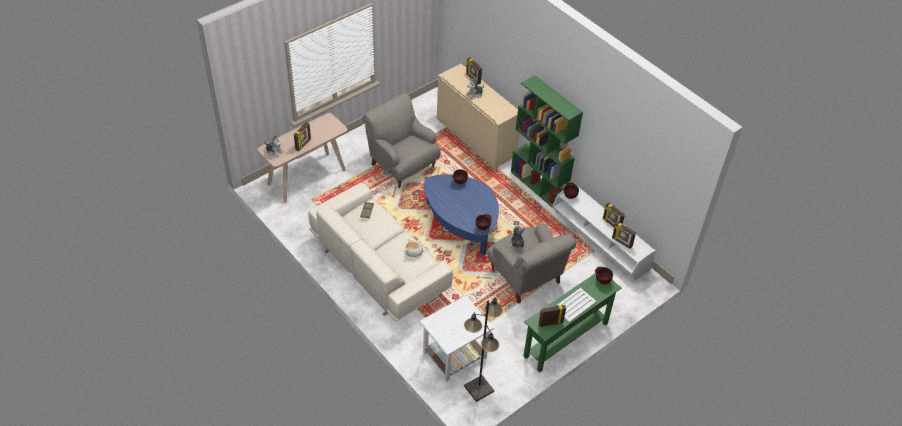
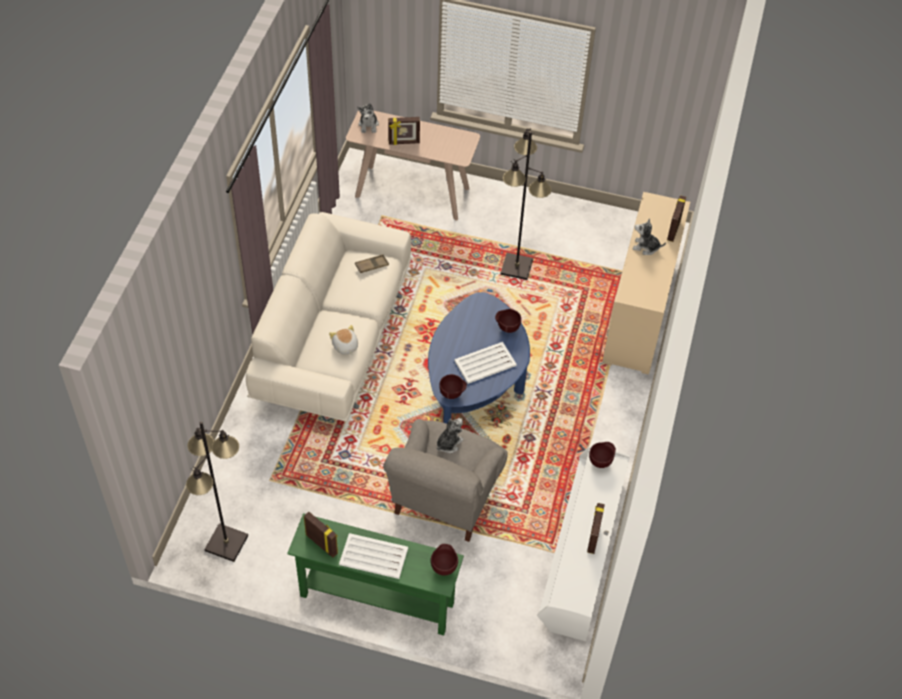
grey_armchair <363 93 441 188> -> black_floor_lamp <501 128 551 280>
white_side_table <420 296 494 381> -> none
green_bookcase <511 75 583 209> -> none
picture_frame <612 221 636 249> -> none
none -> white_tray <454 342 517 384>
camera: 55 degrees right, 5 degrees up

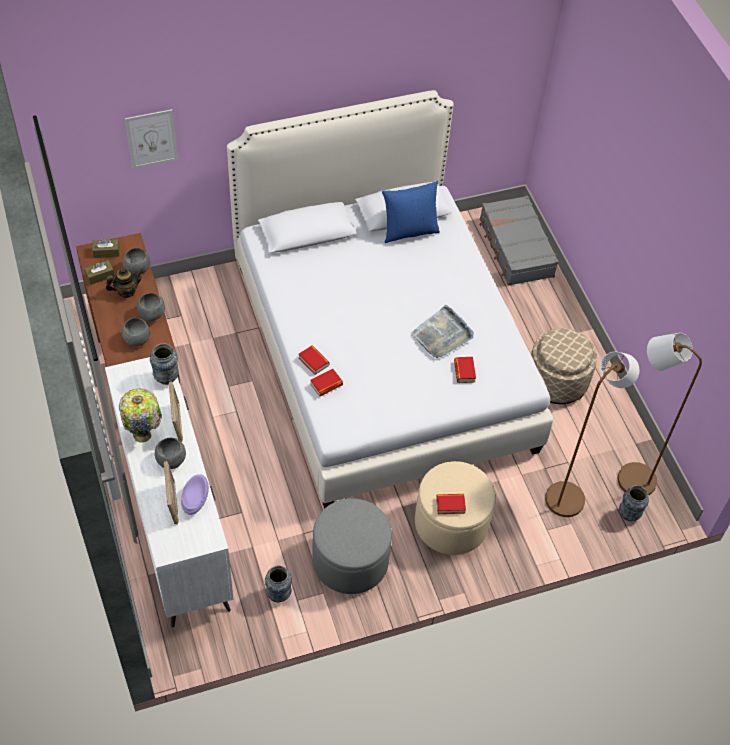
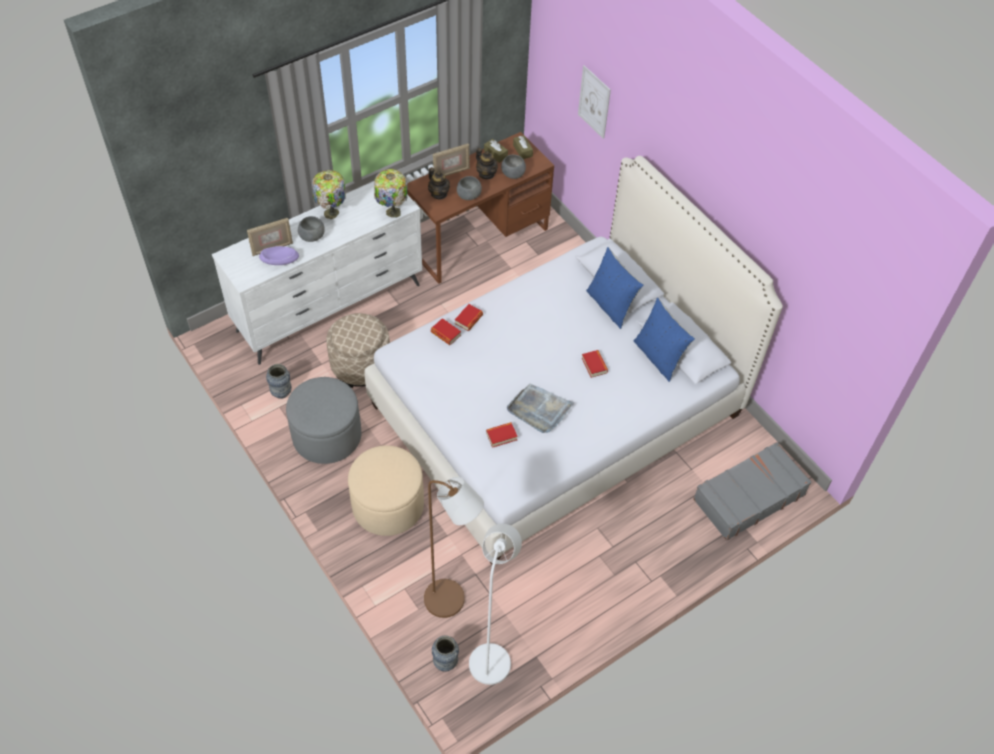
grey_bowl <121 318 150 346> -> teapot <428 167 450 199>
vase <150 343 179 385> -> table_lamp <374 169 407 218>
picture_frame <169 381 183 442> -> picture_frame <433 144 470 176>, move
book <436 494 466 514> -> book <582 350 608 378>, move
beige_ottoman <531 328 597 404> -> beige_ottoman <326 313 390 388>, move
brown_floor_lamp <618 333 702 495> -> white_floor_lamp <469 524 522 685>
none -> blue_pillow <586 247 644 329>
camera: 75 degrees right, 0 degrees up

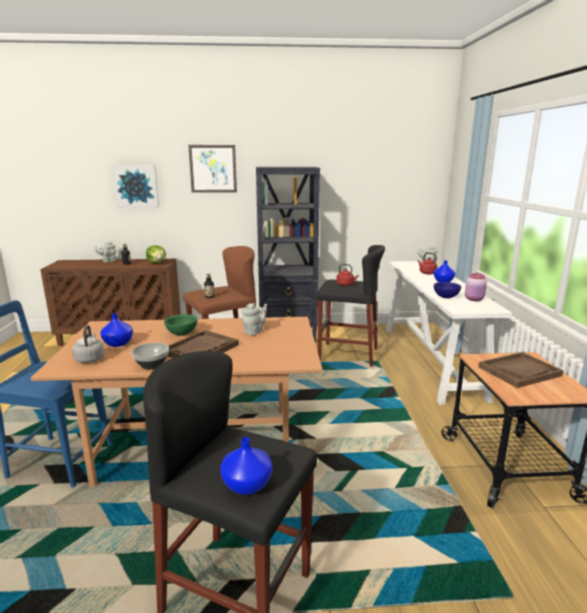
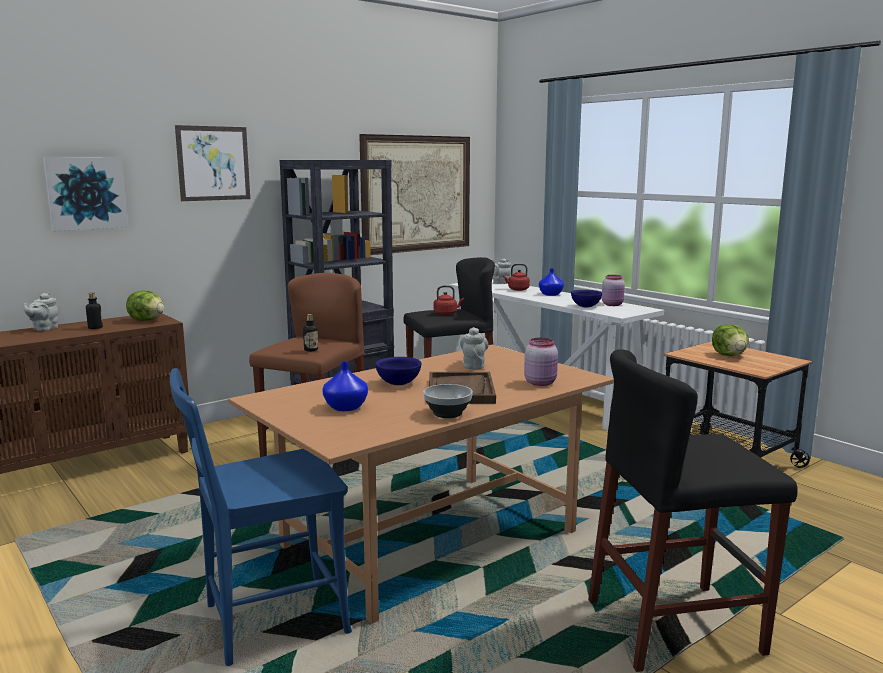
grey_kettle <72 325 104 363> -> none
green_bowl <164 314 198 336> -> blue_bowl <375 357 421 385>
blue_vase <220 437 272 495> -> none
brown_tray <478 352 564 388> -> lettuce <712 324 749 356>
none -> picture <359 134 470 255>
none -> pink_jar <524 338 558 386>
camera: 35 degrees left, 5 degrees down

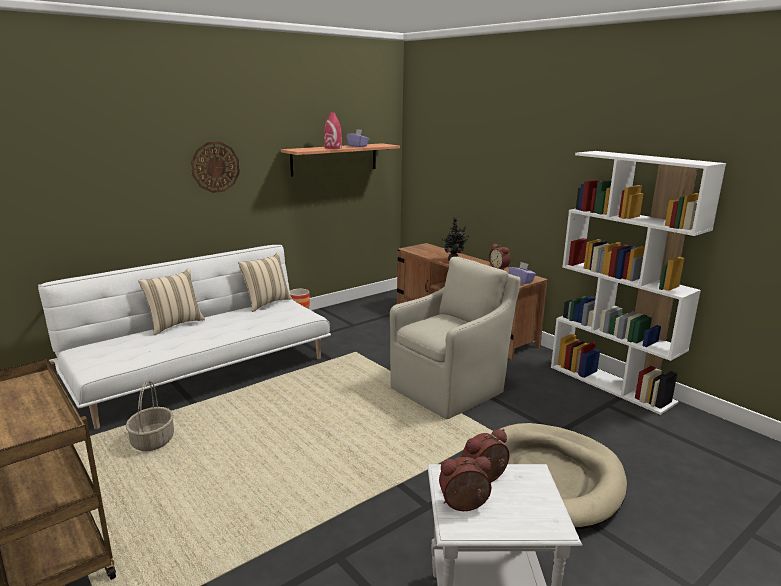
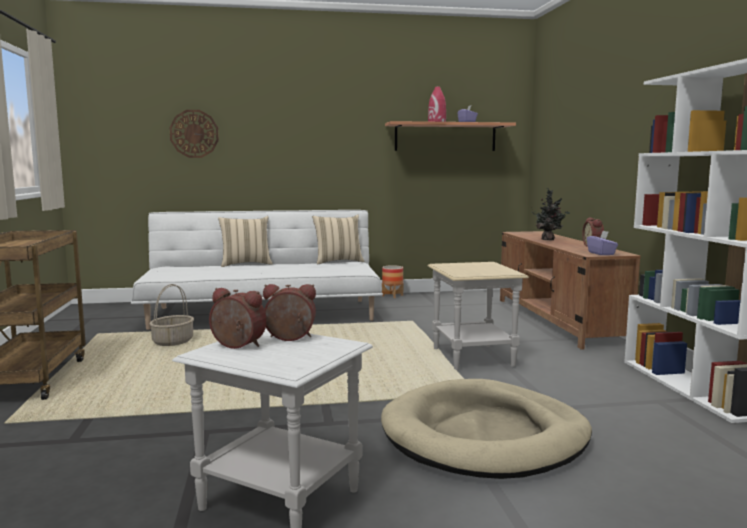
wall_clock <191 142 240 193> -> wall_clock <169 110 219 158>, move
beige_armchair <390 257 521 419> -> beige_side_table <428 262 529 370>
camera: 30 degrees right, 10 degrees down

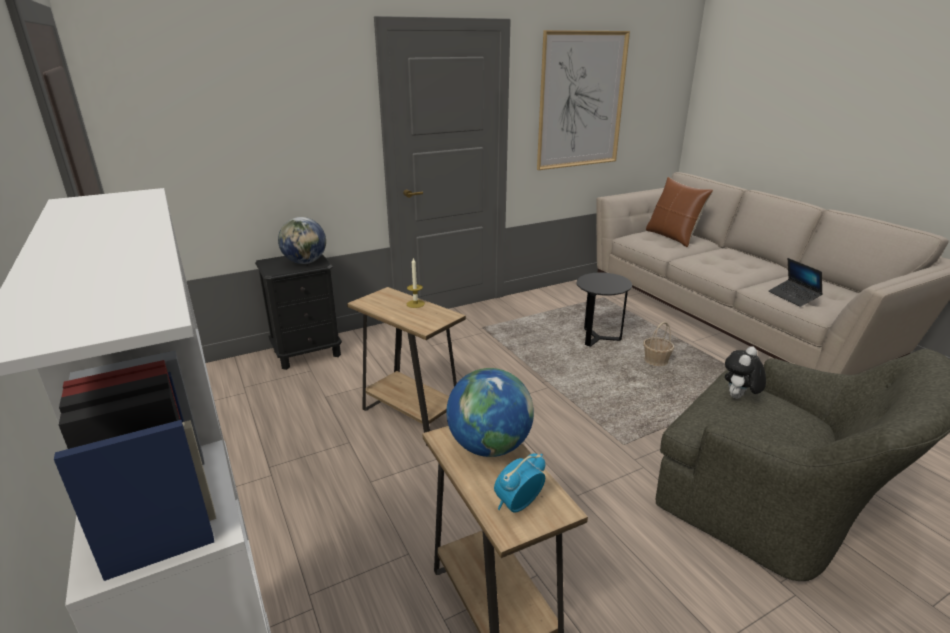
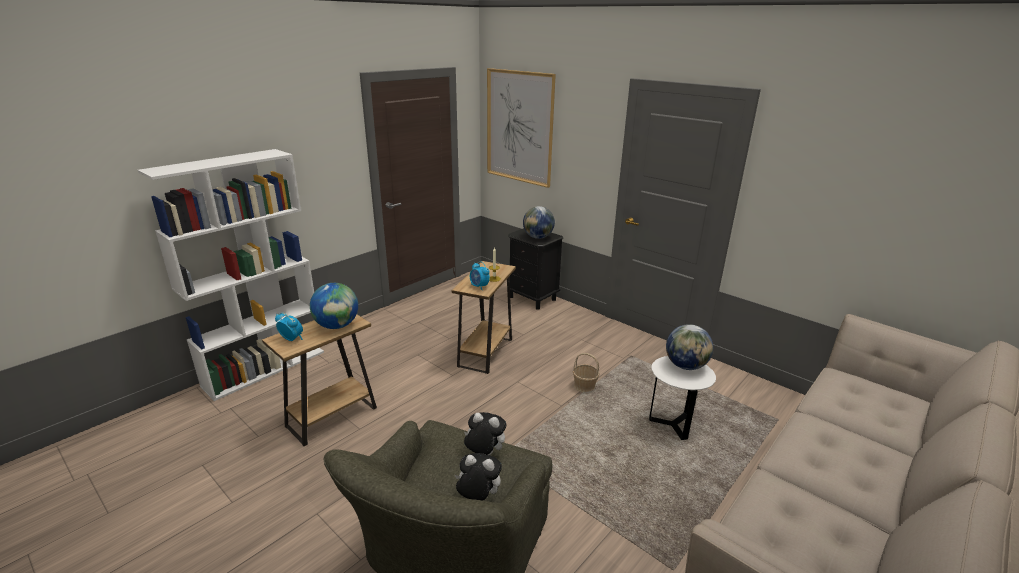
picture <537 30 630 170> -> picture <487 68 556 188>, move
black_side_table <576 273 632 347> -> white_side_table <649 356 716 440>
basket <643 322 674 366> -> basket <573 353 600 392>, move
brown_pillow <646 177 713 247> -> none
laptop <769 258 823 307> -> none
none -> plush_toy <455 453 502 501>
none -> alarm_clock <470 261 490 290>
none -> globe <666 324 713 370>
camera: 70 degrees right, 0 degrees up

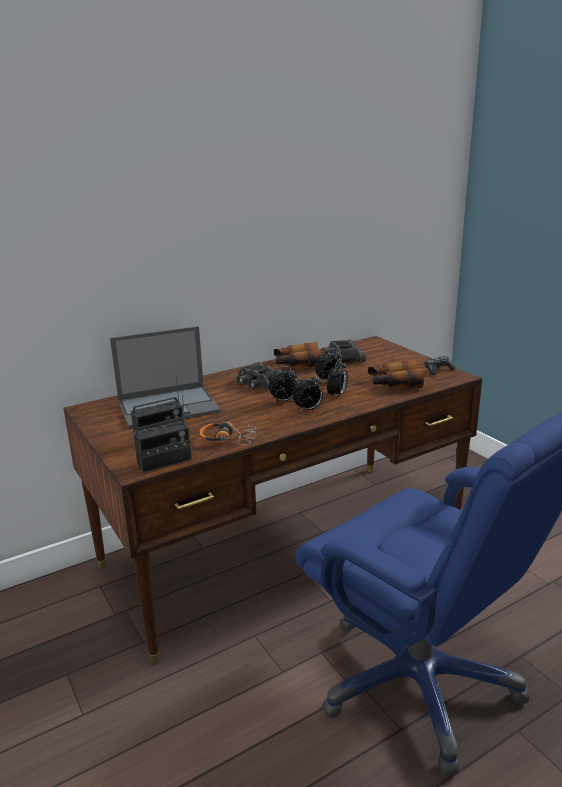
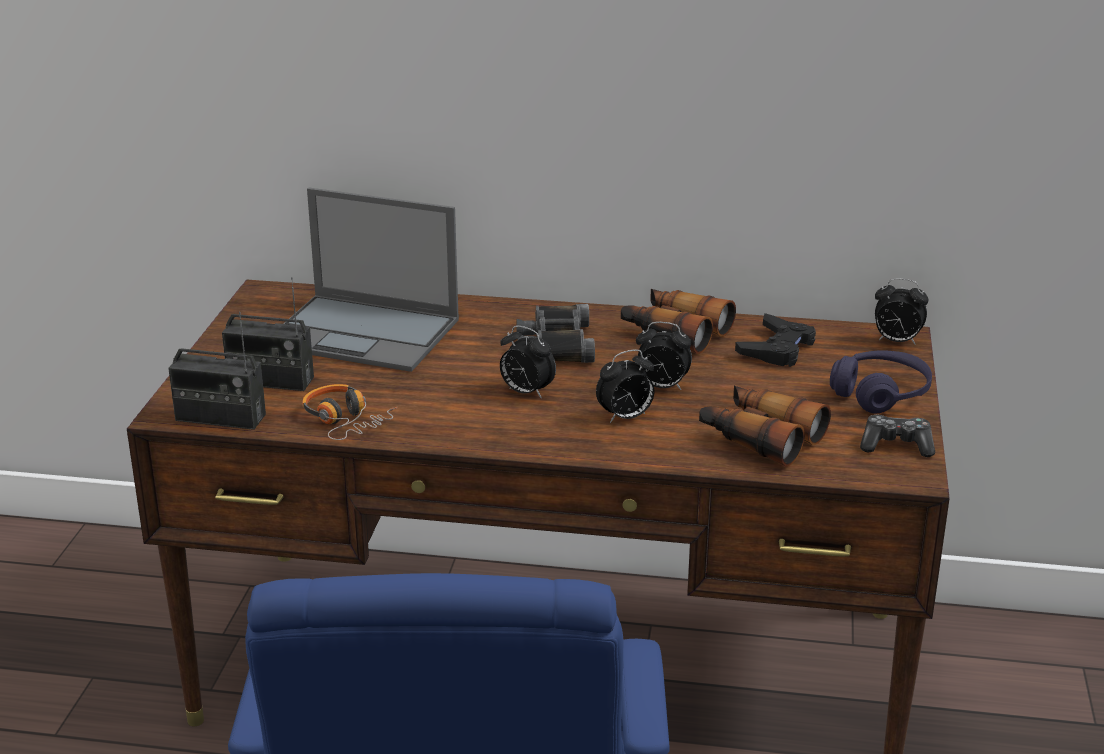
alarm_clock <293 373 323 412> -> alarm_clock <875 278 929 345>, move
black_binoculars <323 339 366 363> -> black_game_controller <735 313 816 367>
none -> purple_headphones <830 350 932 413>
camera: 40 degrees right, 5 degrees up

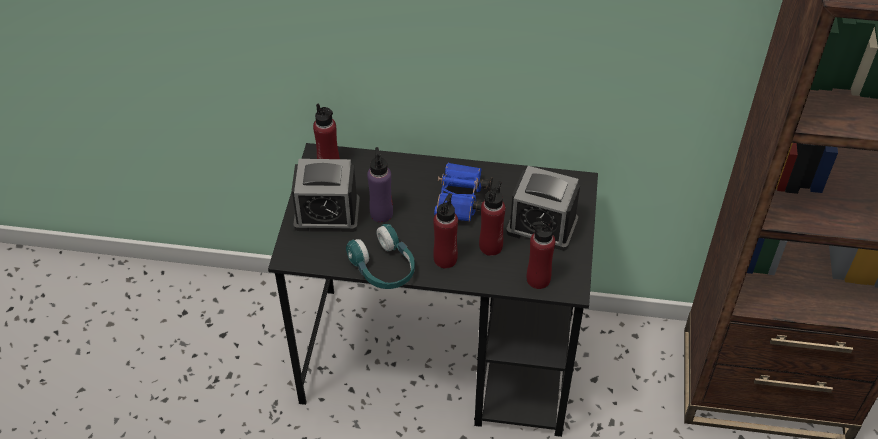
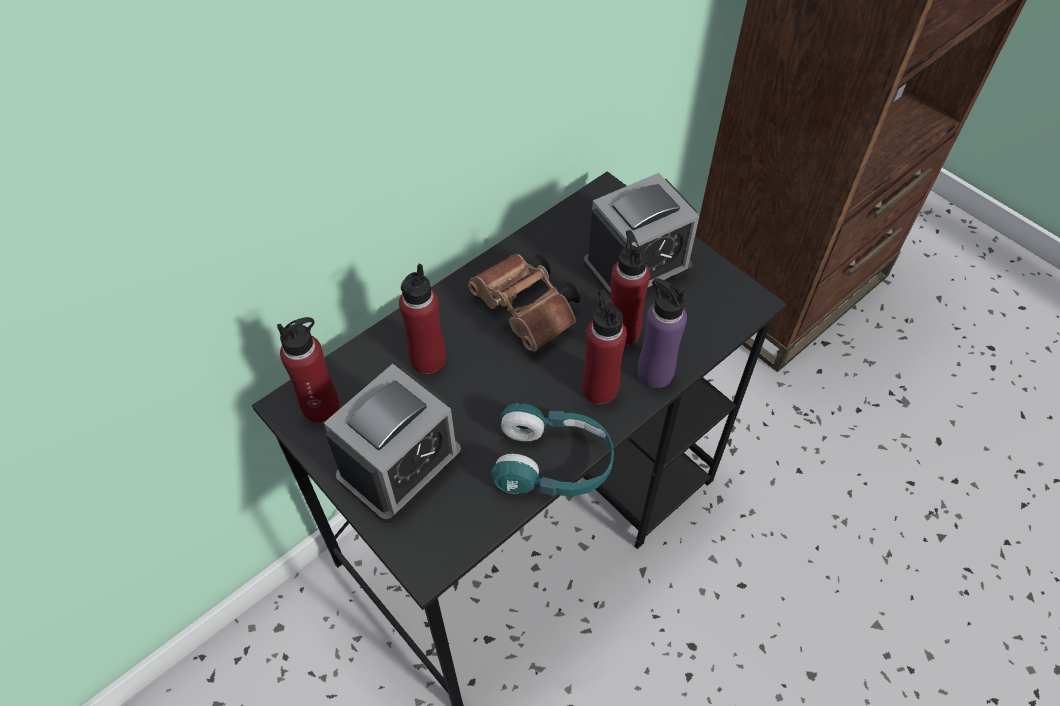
purple_bottle <367 147 393 223> -> purple_bottle <637 278 687 388>, move
blue_binoculars <434 163 493 222> -> brown_binoculars <468 254 580 351>
red_bottle <527 220 555 289> -> red_bottle <399 263 446 374>, move
camera: 50 degrees left, 5 degrees up

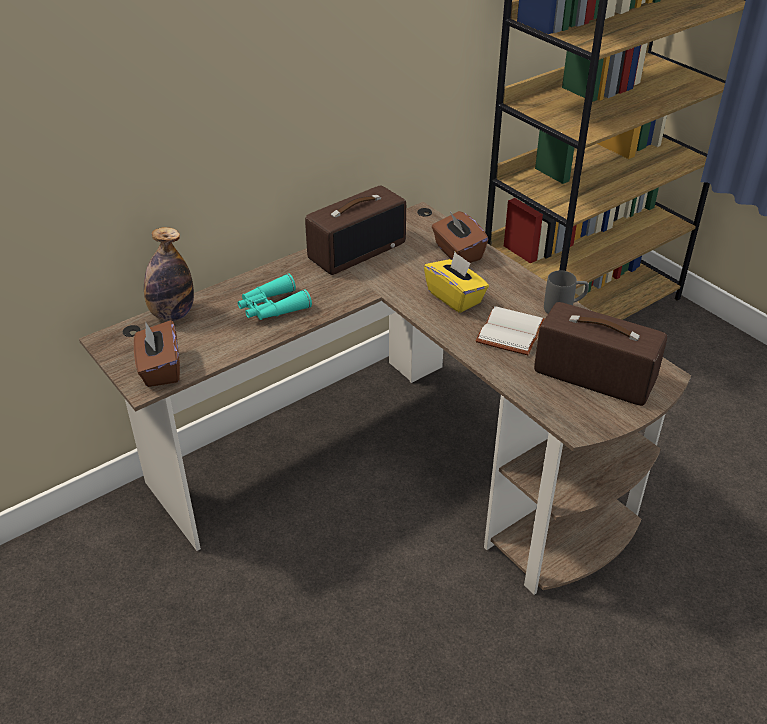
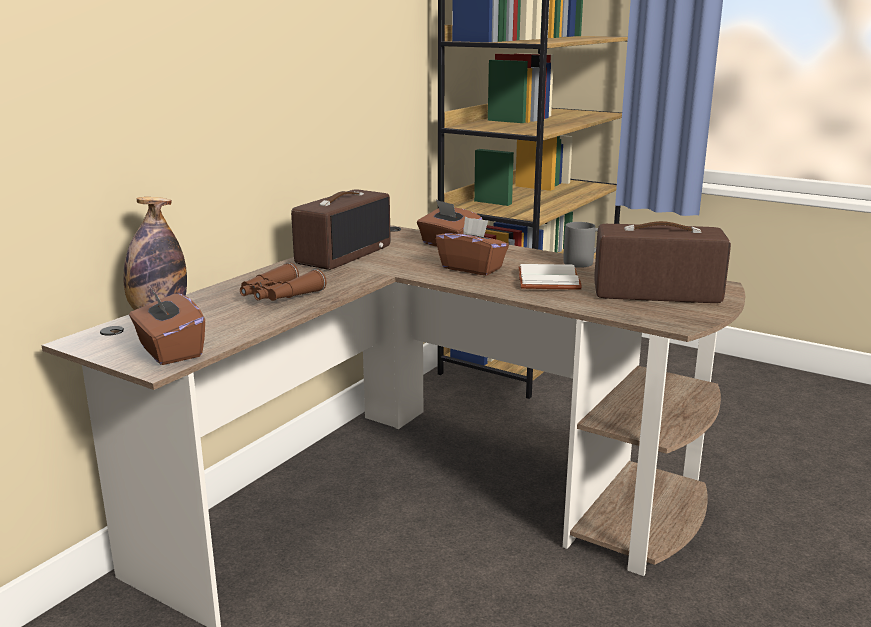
turquoise_binoculars <238 274 312 320> -> brown_binoculars <240 263 326 301>
yellow_tissue_box <424 252 489 313> -> brown_tissue_box <436 217 509 275>
camera: 20 degrees left, 20 degrees down

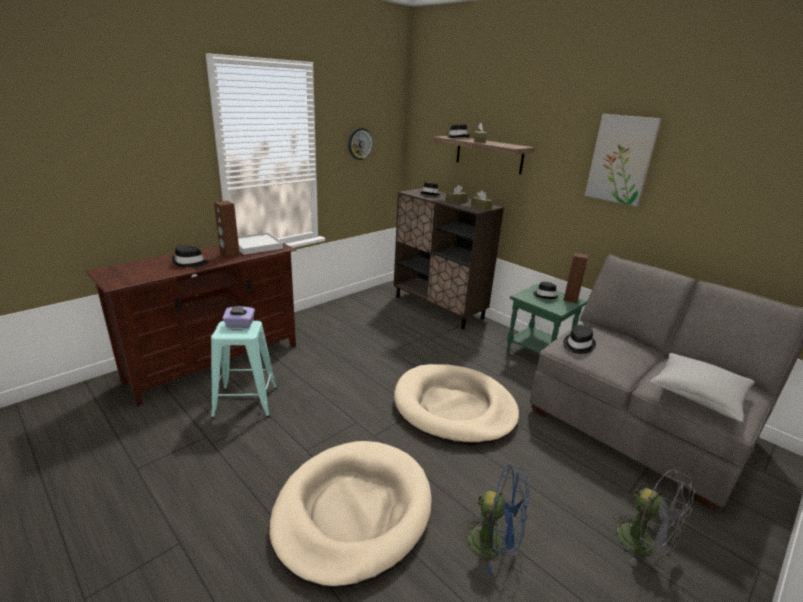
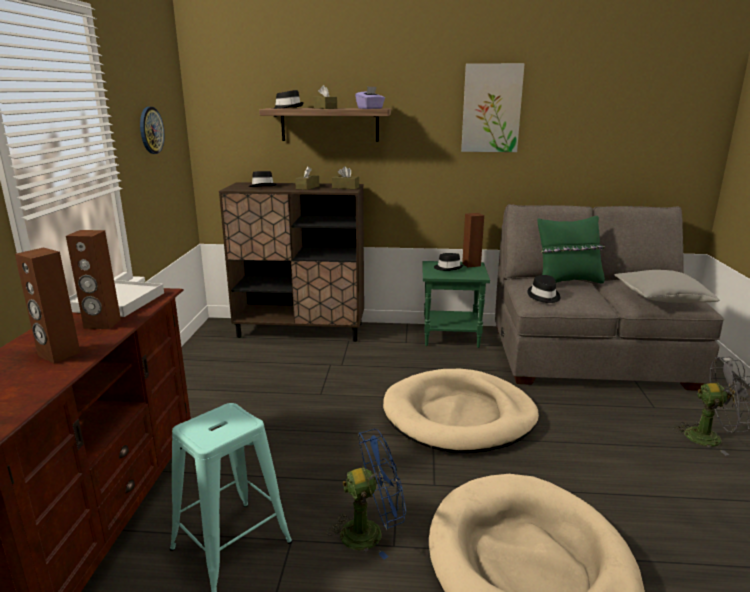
black_hat <171 245 209 267> -> brown_speaker <15 248 80 363>
purple_tissue_box <222 306 255 328> -> purple_tissue_box <355 87 385 109>, move
blue_fan <462 465 529 574> -> blue_fan <326 429 406 560>, move
none -> green_pillow <538 216 605 284>
camera: 40 degrees left, 5 degrees down

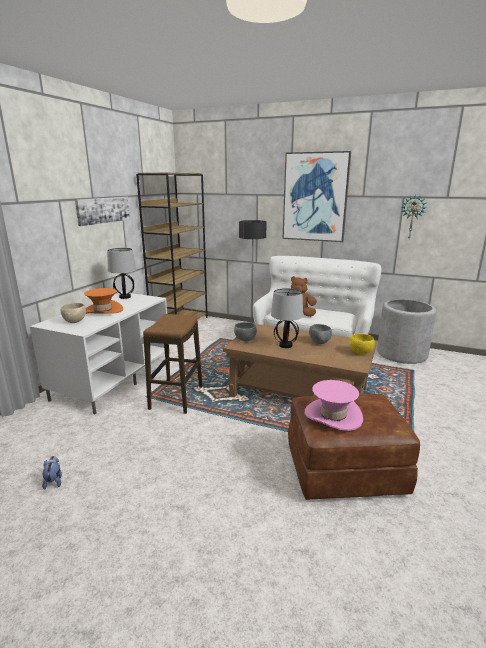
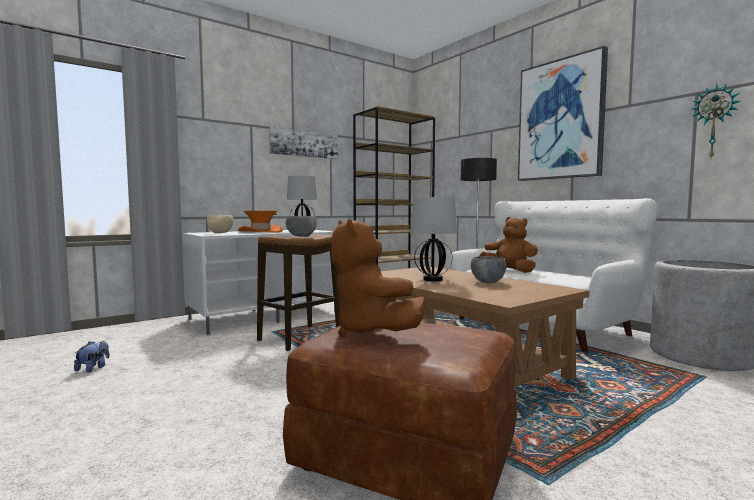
grey_bowl <234 322 257 341> -> grey_bowl <286 216 316 237>, move
pink_hat <305 380 363 431> -> brown_plush_toy <331 219 426 337>
yellow_bowl <349 334 375 354> -> none
camera: 30 degrees right, 15 degrees down

